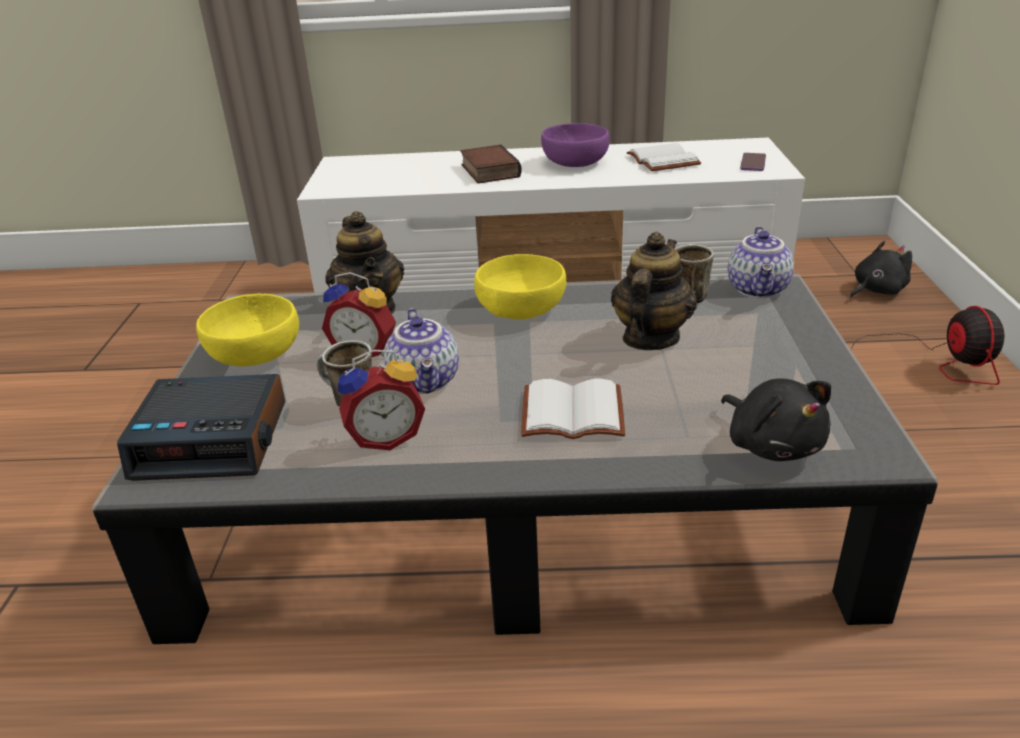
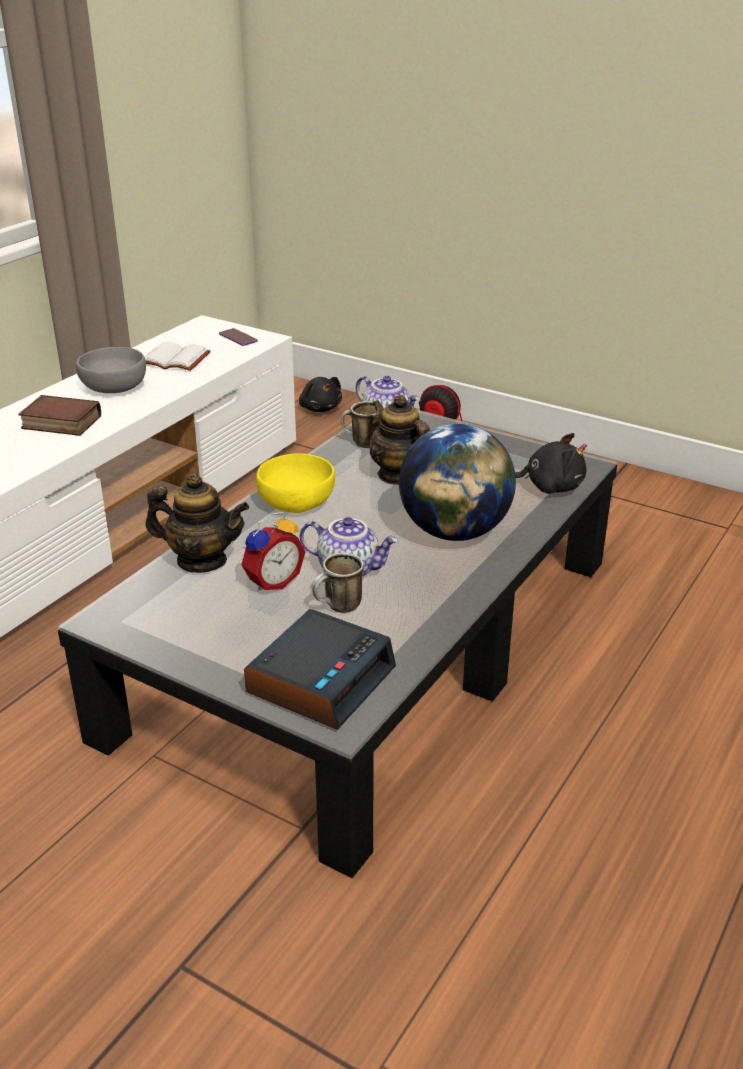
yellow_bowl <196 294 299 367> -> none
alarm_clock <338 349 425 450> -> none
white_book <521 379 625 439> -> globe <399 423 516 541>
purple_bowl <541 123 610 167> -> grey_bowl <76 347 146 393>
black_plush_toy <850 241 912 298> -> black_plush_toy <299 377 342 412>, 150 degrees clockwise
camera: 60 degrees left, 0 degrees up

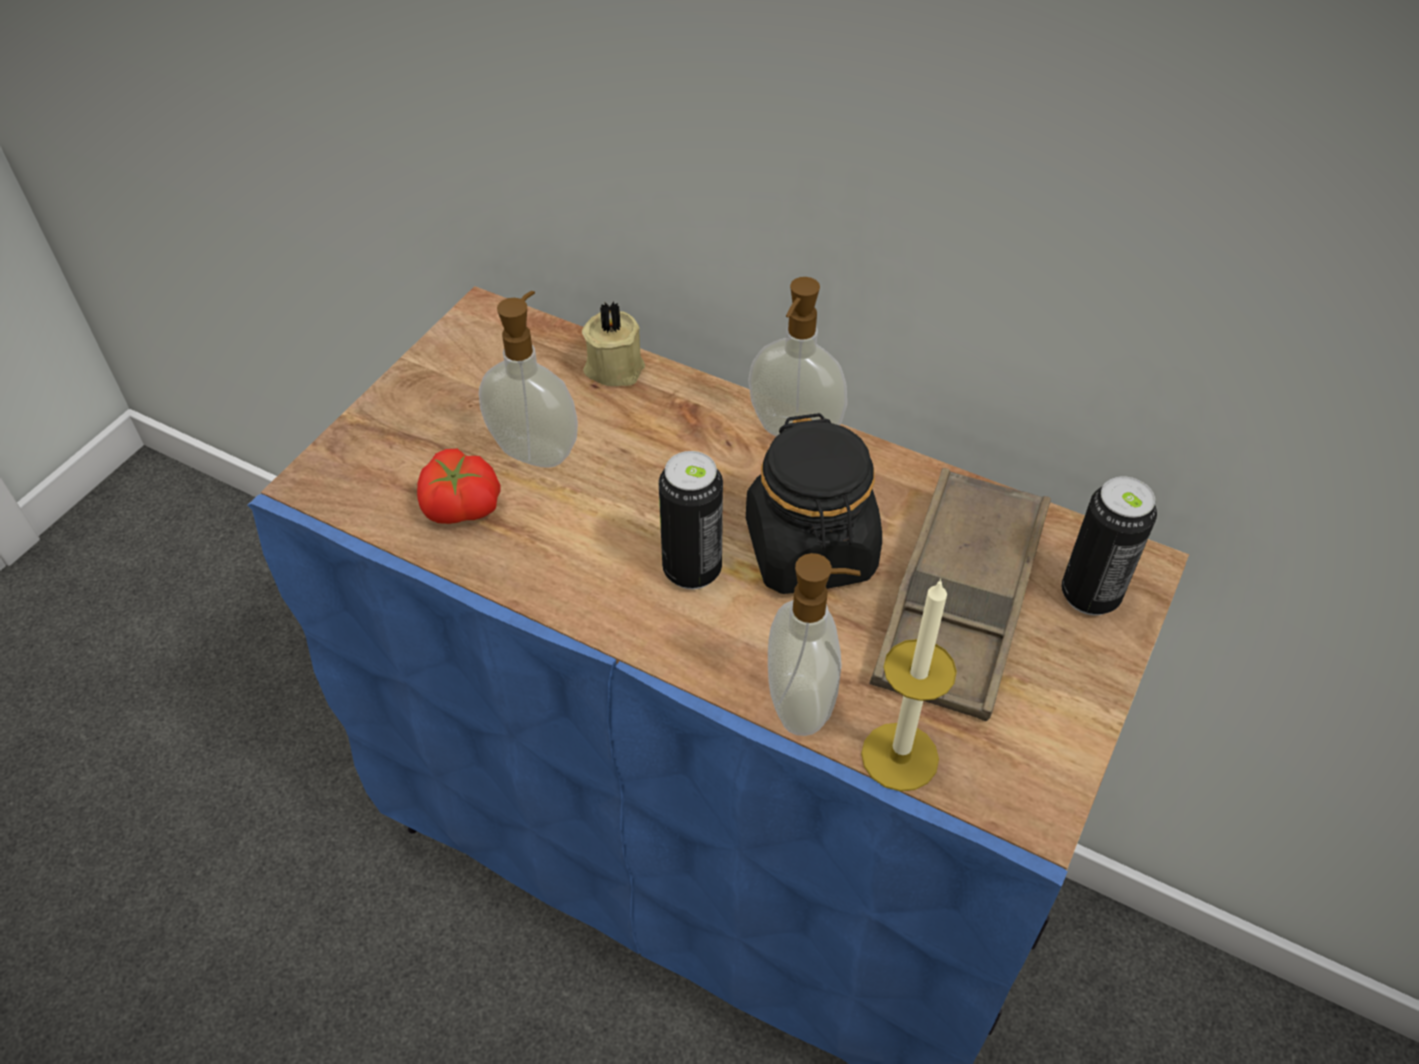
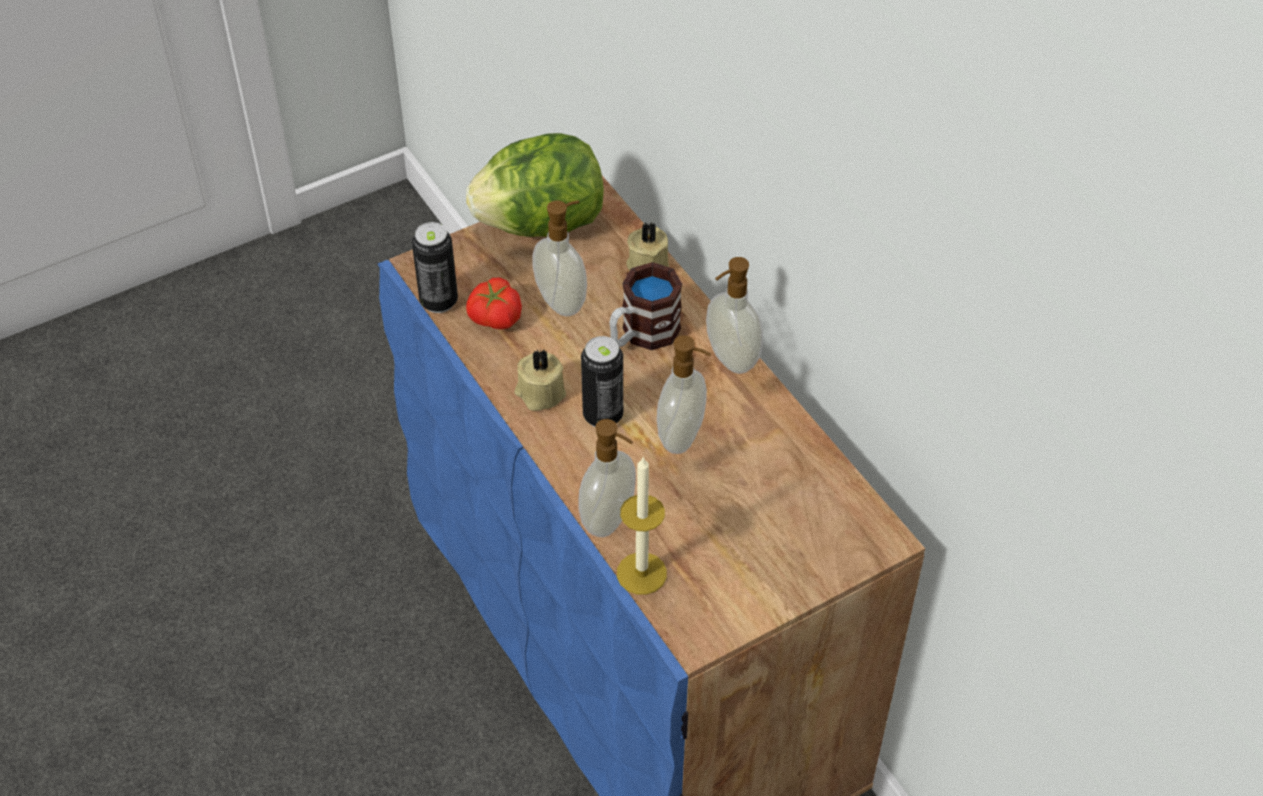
black_jar <746 413 882 594> -> soap_dispenser <657 335 711 454>
brown_tray <869 468 1051 721> -> none
can <1061 476 1157 616> -> can <412 222 458 313>, move
none -> lettuce <466 133 604 237>
none -> beige_candle <514 349 566 411>
none -> mug <609 262 682 350>
camera: 30 degrees right, 0 degrees up

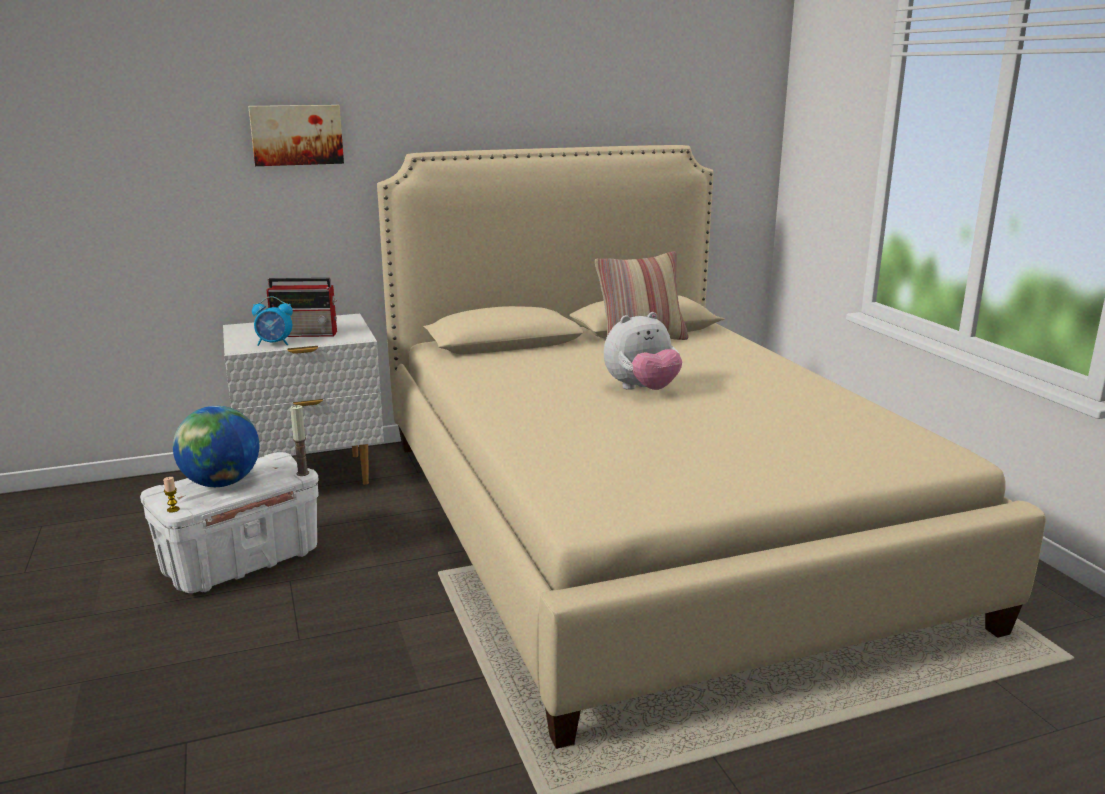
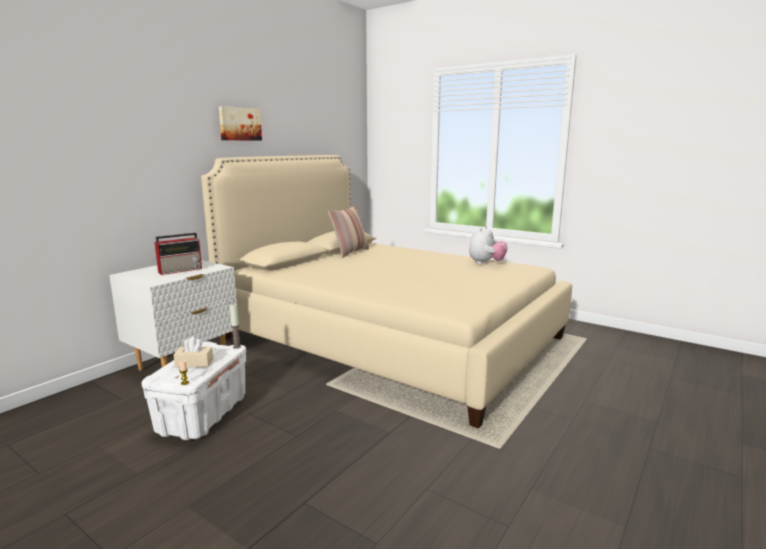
globe <173 406 259 487> -> beige_tissue_box <173 337 213 368>
picture <248 105 344 166> -> picture <219 106 262 141>, move
alarm_clock <252 296 293 346> -> none
plush_toy <604 312 682 390> -> plush_toy <469 226 508 264>, move
camera: 35 degrees left, 5 degrees down

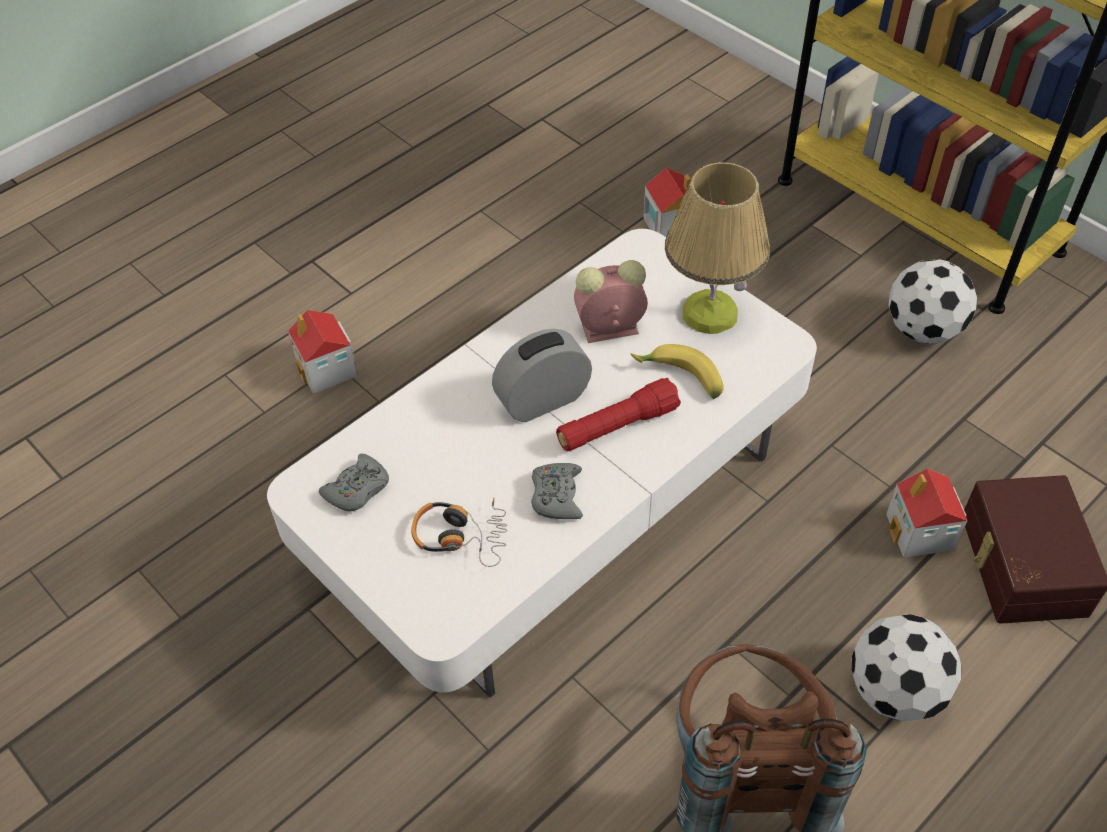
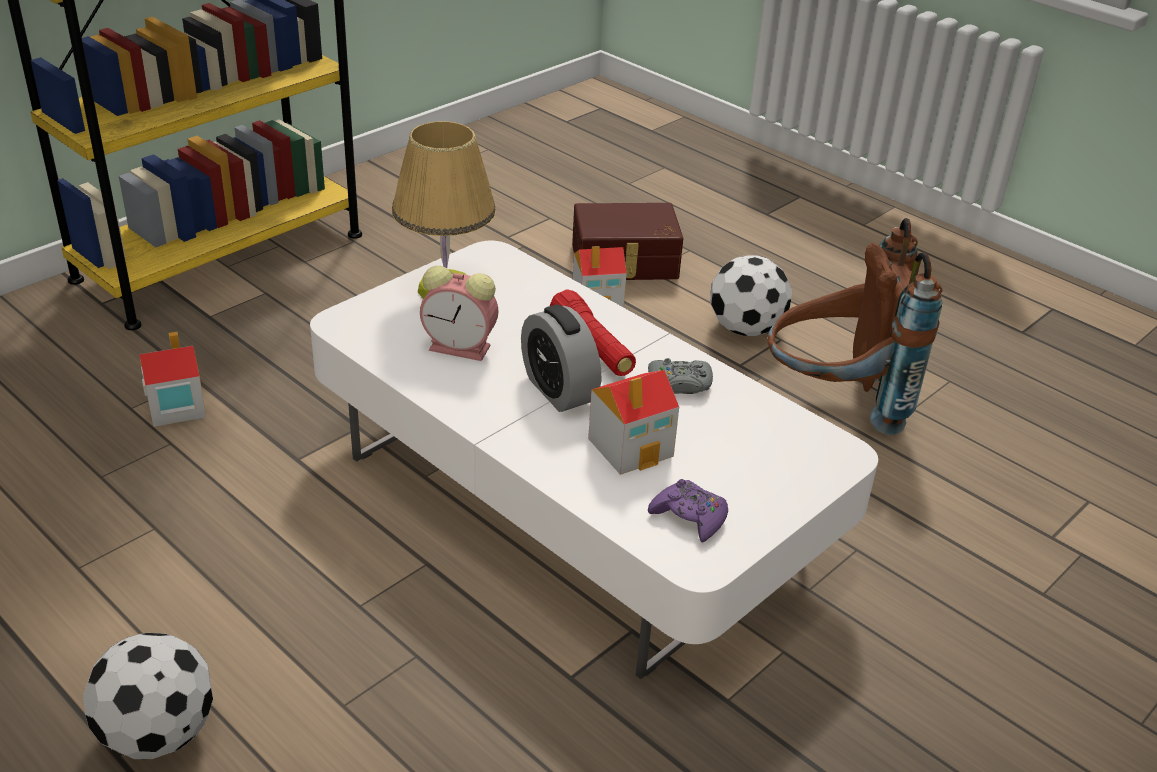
toy_house <288 310 357 394> -> toy_house <588 370 679 475>, move
grey_game_controller <319 454 389 512> -> purple_game_controller <648 479 728 542>
headphones <411 498 507 567> -> none
alarm_clock <574 260 648 343> -> alarm_clock <420 266 499 361>, 60 degrees counterclockwise
banana <631 344 724 399> -> none
football <888 259 977 344> -> football <83 633 213 759>, move
camera: 95 degrees left, 15 degrees down

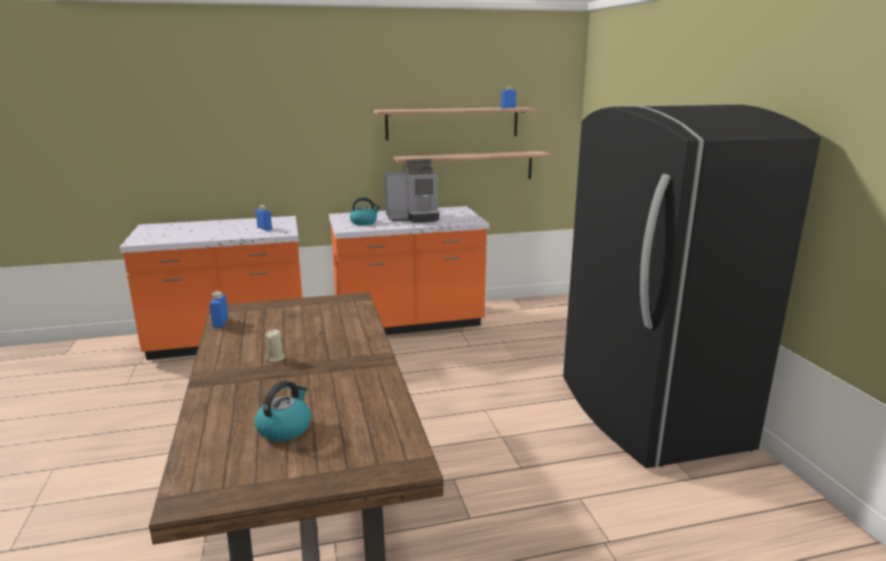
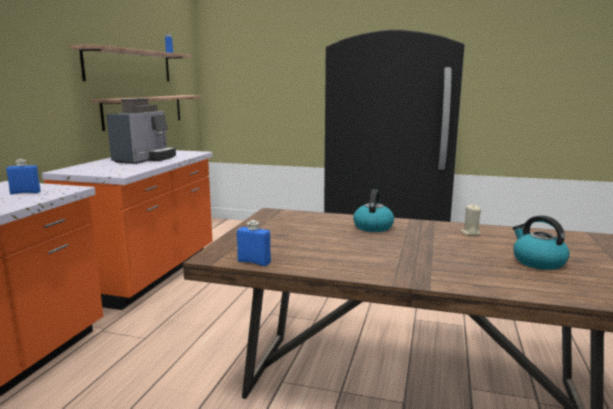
beige_candle <265 330 285 362> -> beige_candle <461 204 481 236>, move
kettle <350 197 381 225> -> kettle <353 189 394 232>, move
camera: 60 degrees left, 5 degrees down

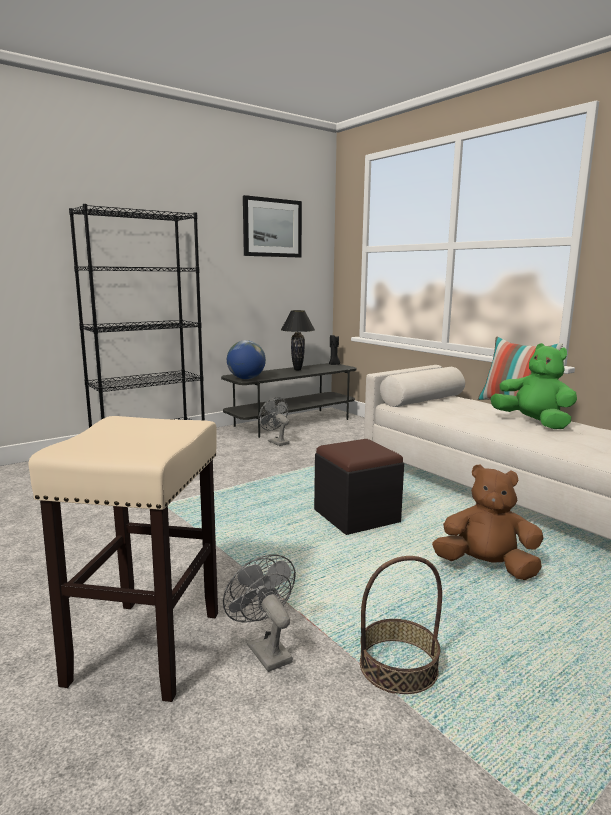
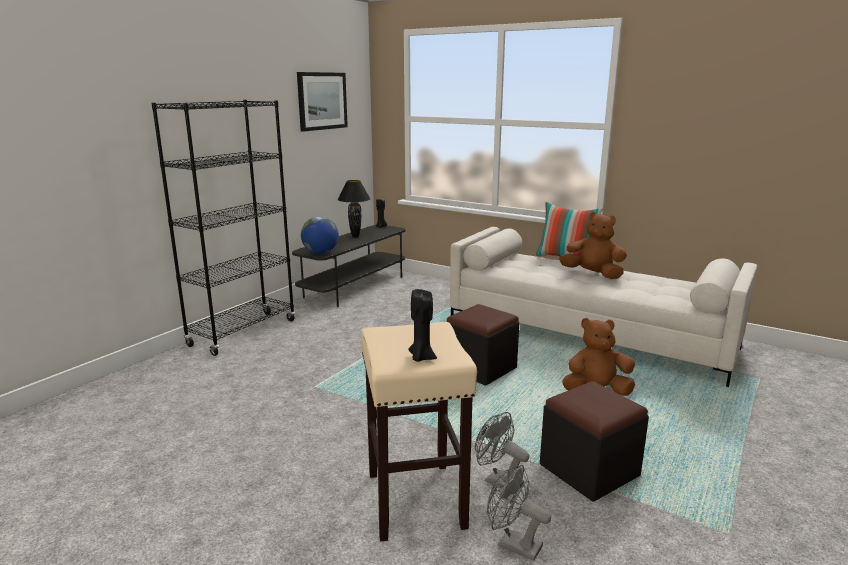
grey_fan <259 397 290 446> -> grey_fan <487 465 552 561>, move
basket <360 556 442 694> -> black_ottoman <540 381 649 502>
green_plush_toy <490 343 577 429> -> brown_plush_toy <559 212 627 279>
none -> black_candle <408 289 437 362>
camera: 20 degrees left, 5 degrees up

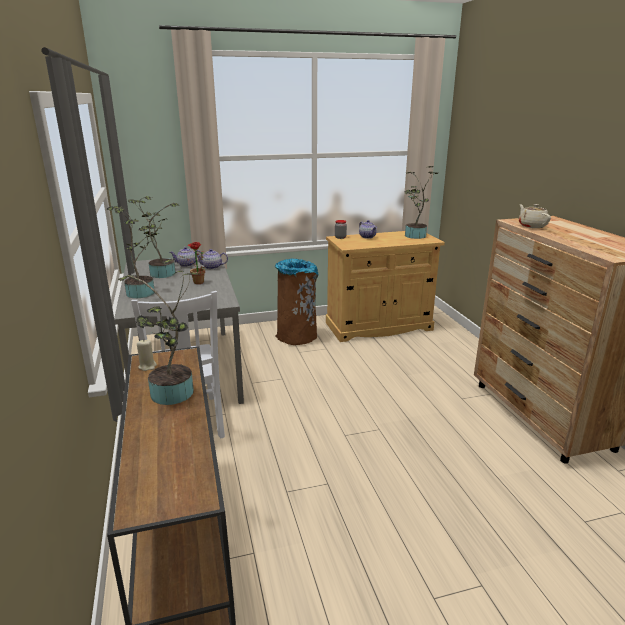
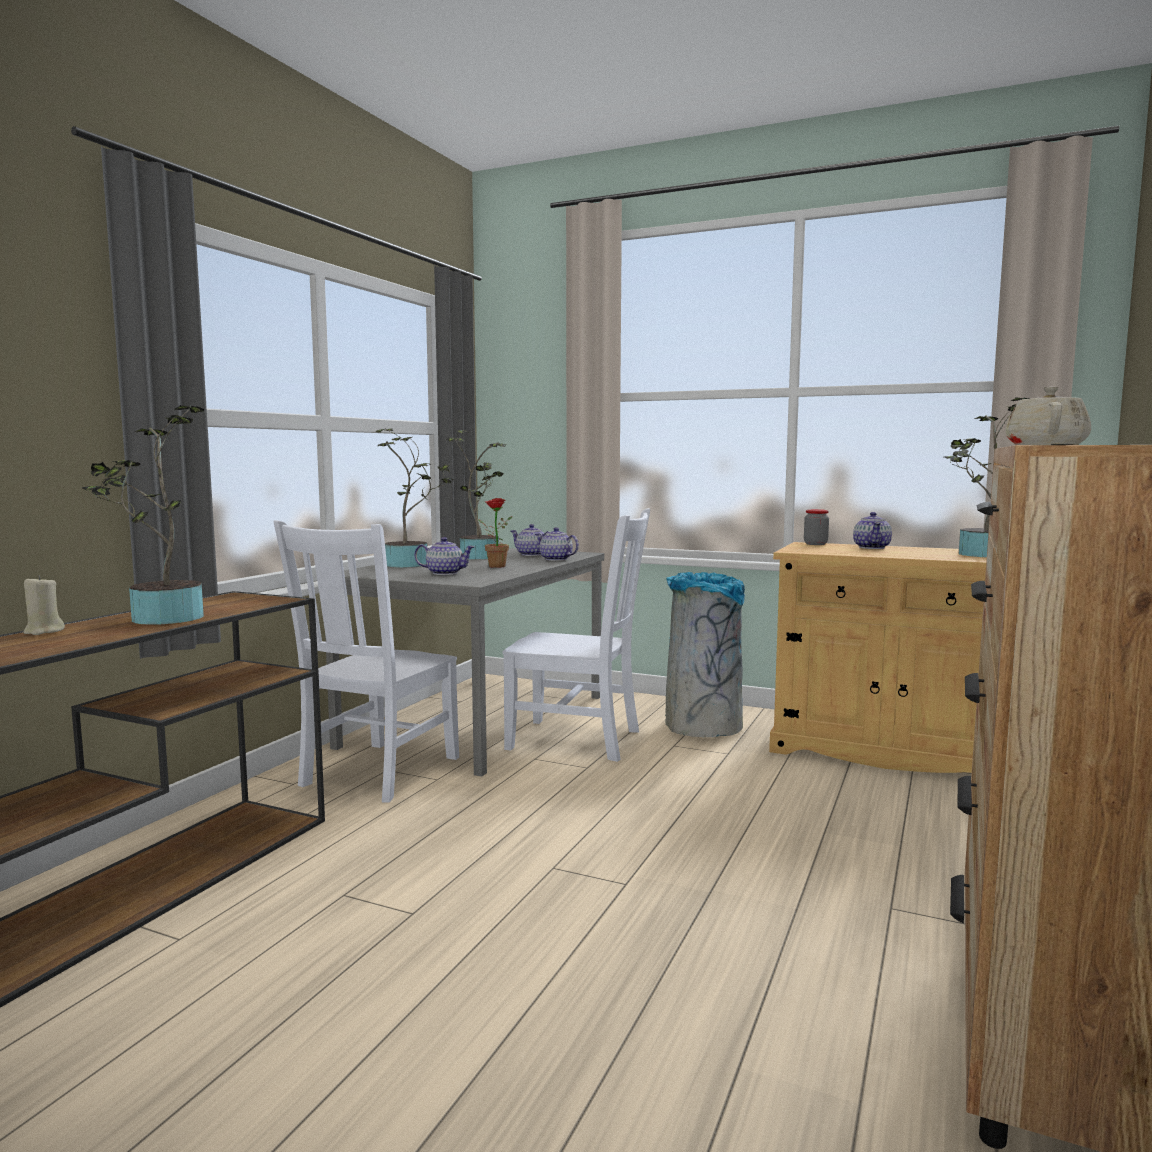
beige_candle <137 339 157 371> -> beige_candle <24 575 65 635>, move
brown_trash_can <275 258 319 345> -> grey_trash_can <665 572 745 737>
none -> teapot <414 537 474 575>
none -> white_chair <503 508 650 762>
camera: 40 degrees right, 15 degrees down

